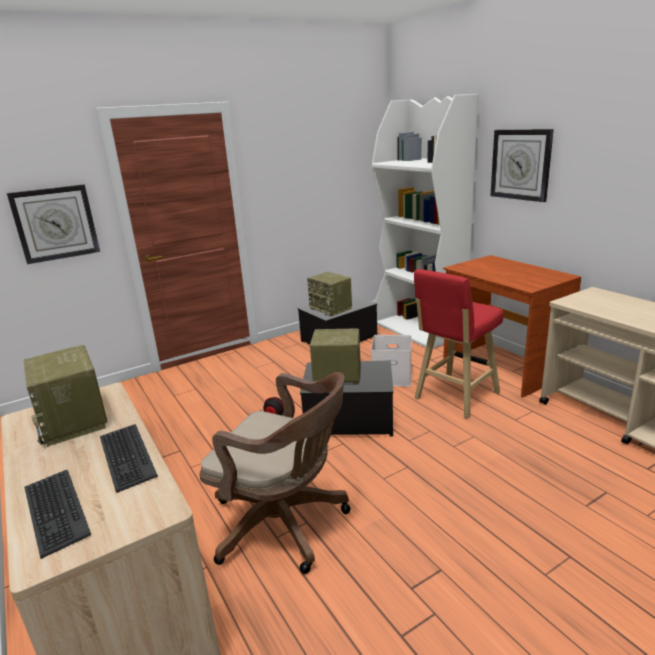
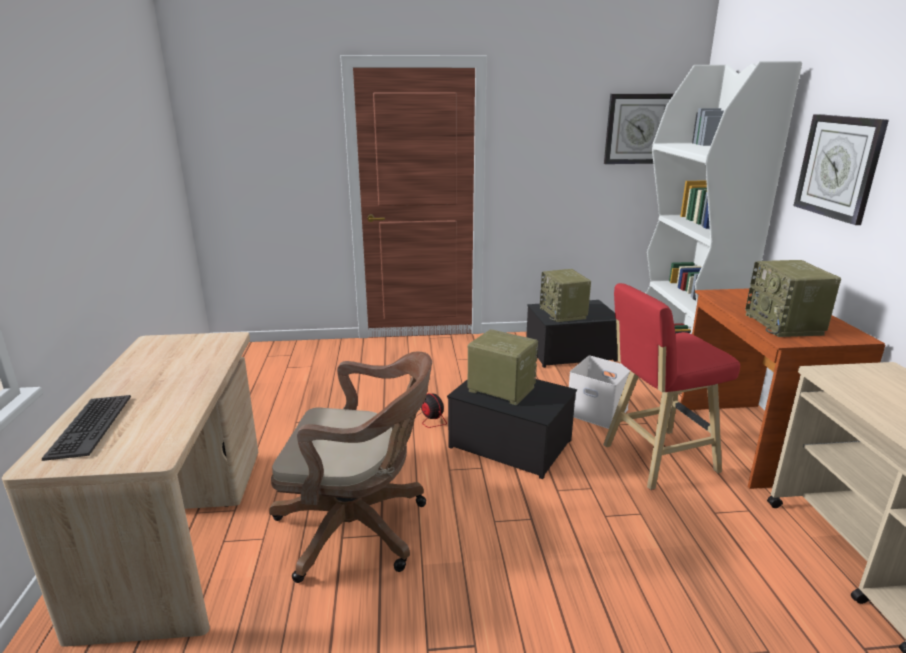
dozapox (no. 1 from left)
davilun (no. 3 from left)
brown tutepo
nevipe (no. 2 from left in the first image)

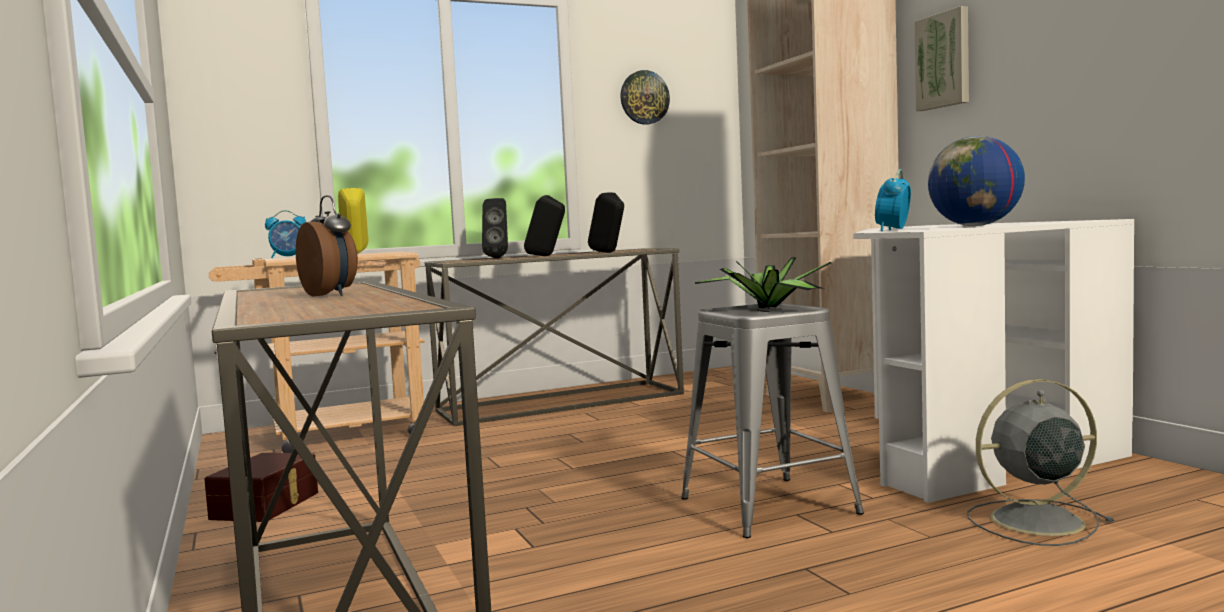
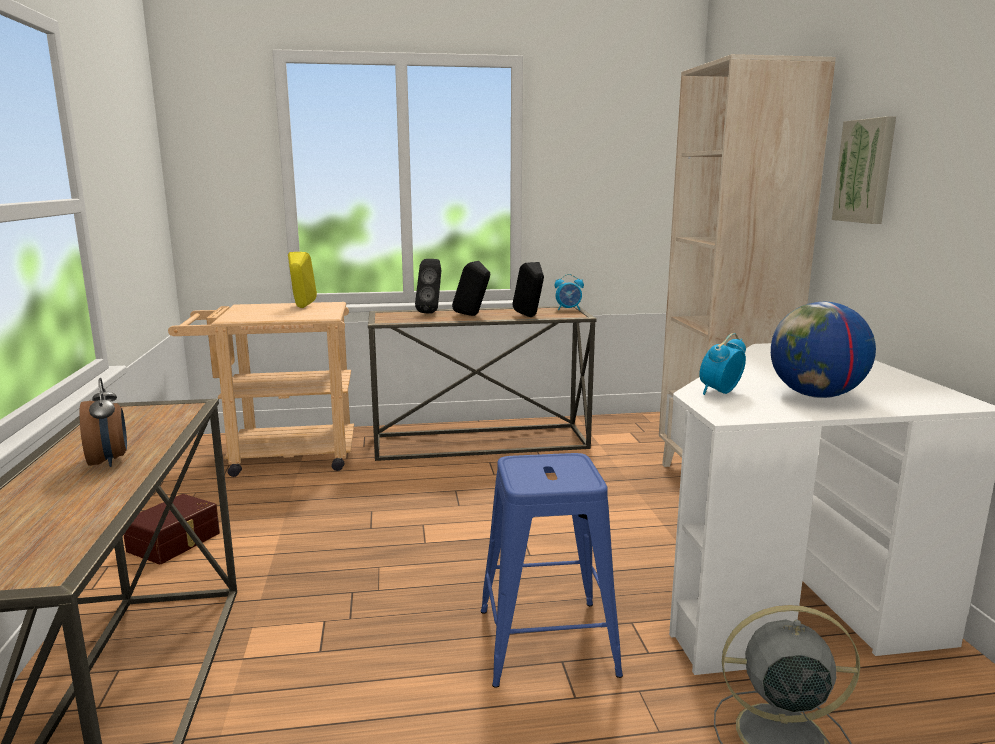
dozapox
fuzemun (no. 2 from left)
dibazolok
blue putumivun

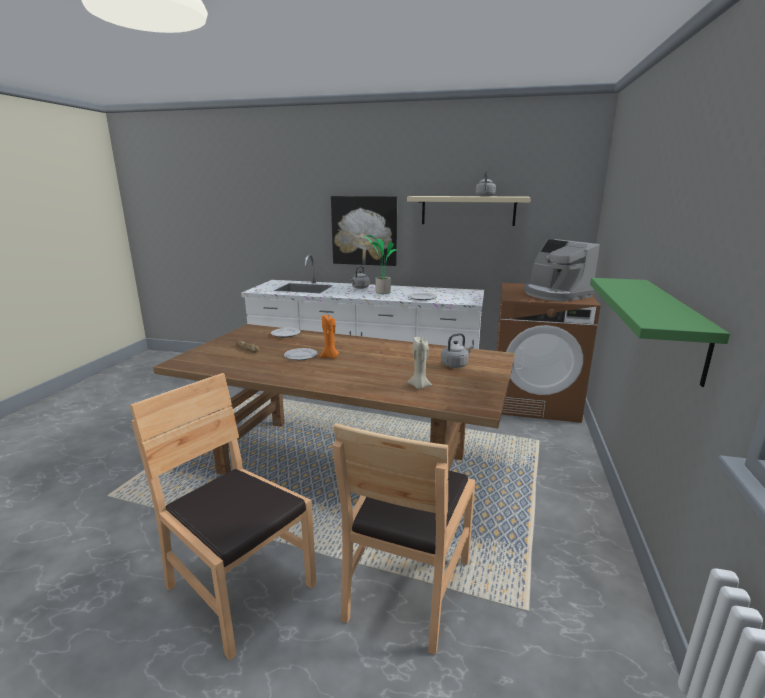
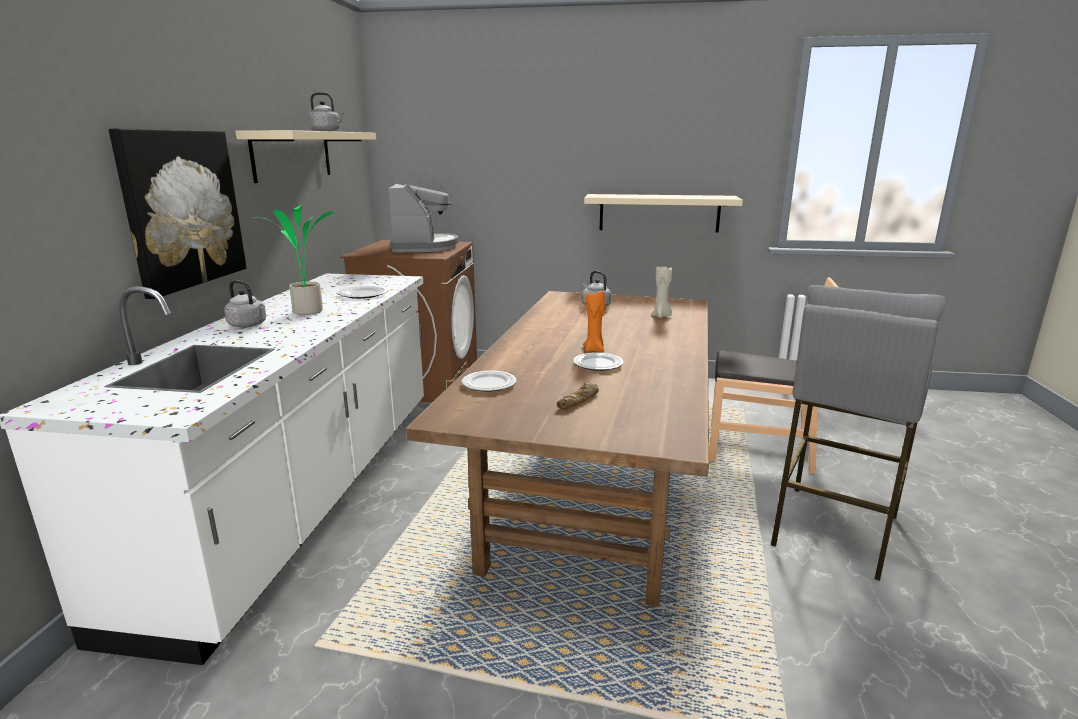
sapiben
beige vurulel (no. 2 from left)
grey putumivun

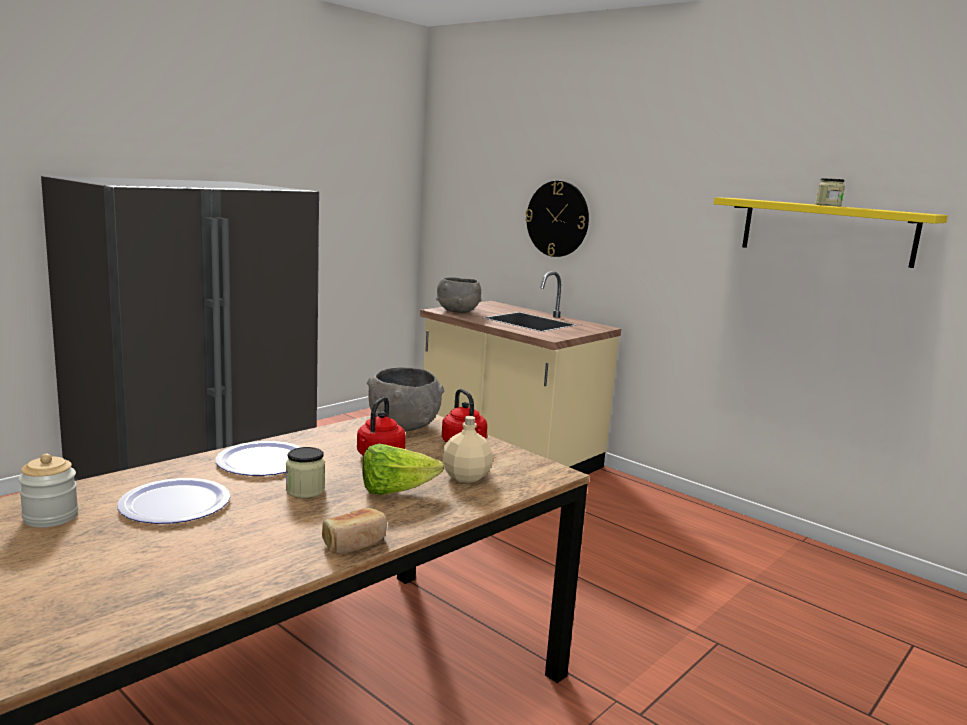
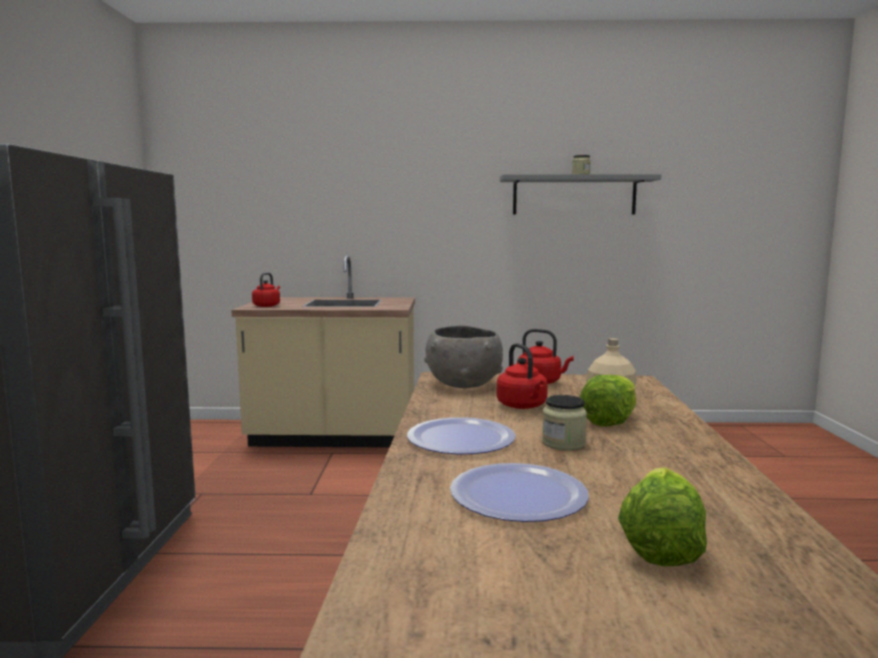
dozapox
grey vurulel
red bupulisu (no. 1 from left)
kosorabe (no. 1 from left in the first image)
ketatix
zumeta (no. 2 from left)

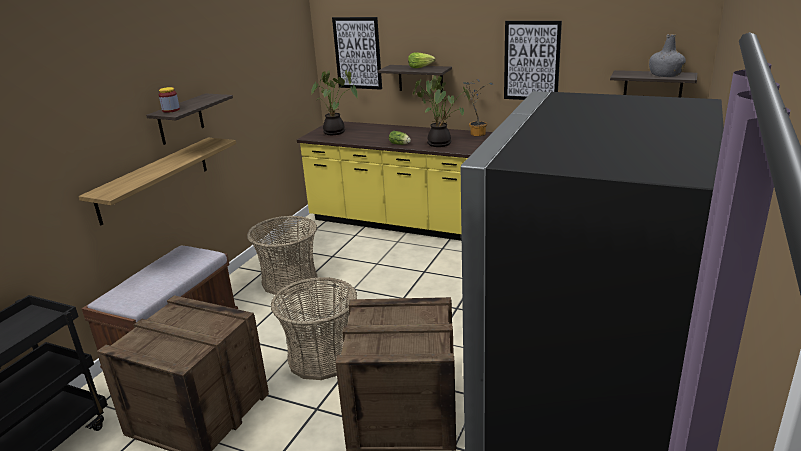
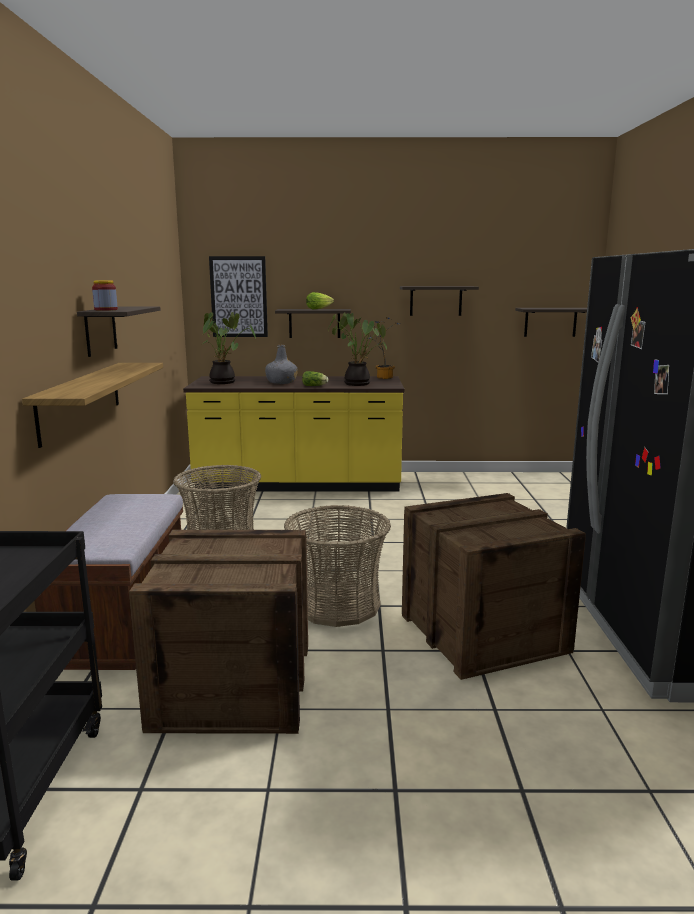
vurulel (no. 4 from left)
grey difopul

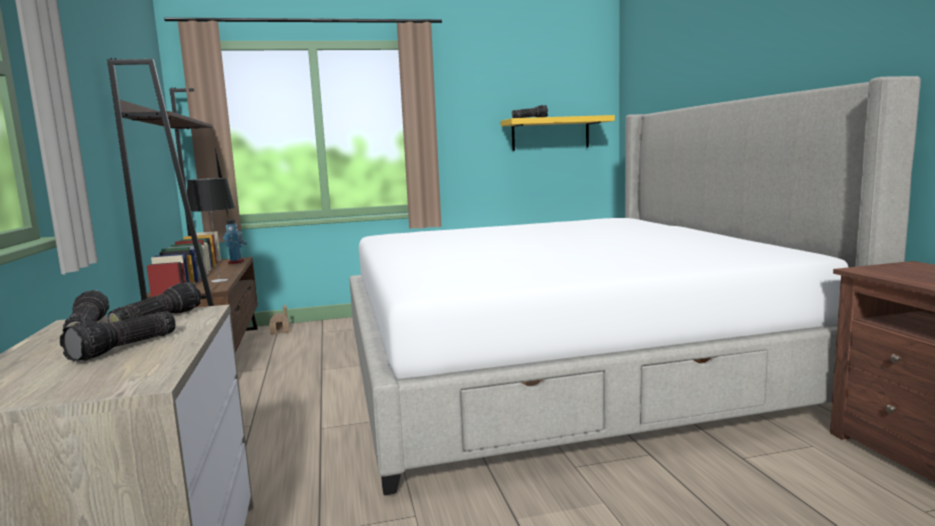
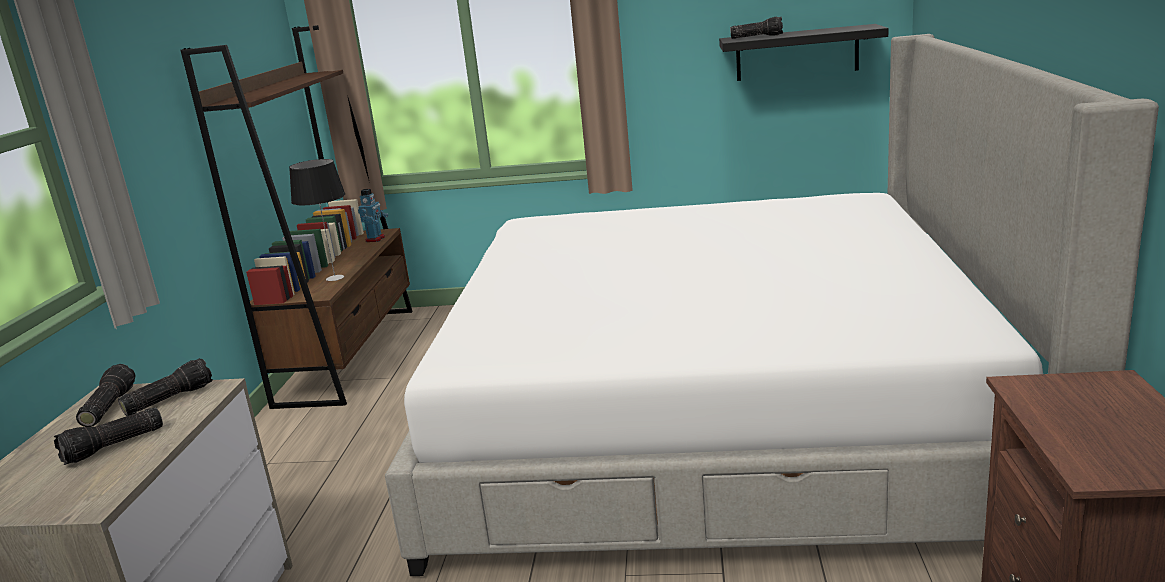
black vurulel
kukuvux

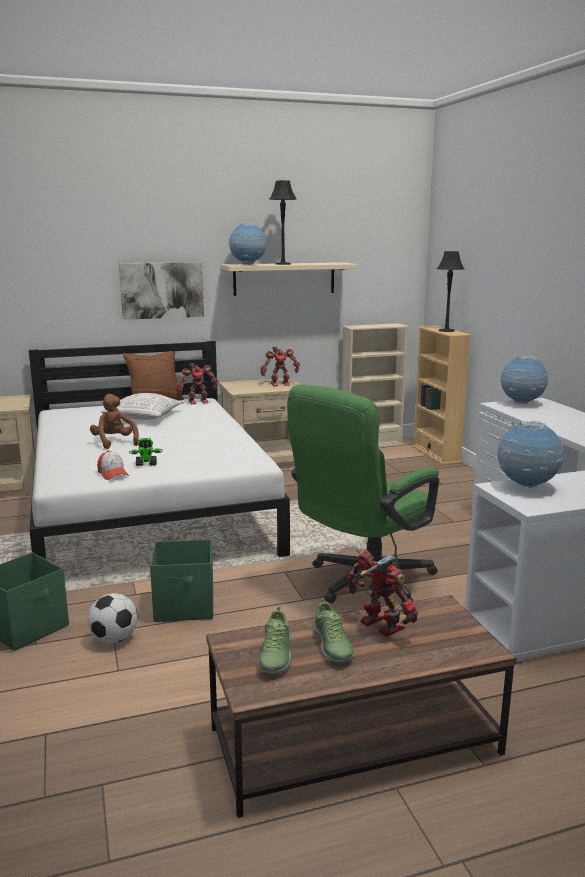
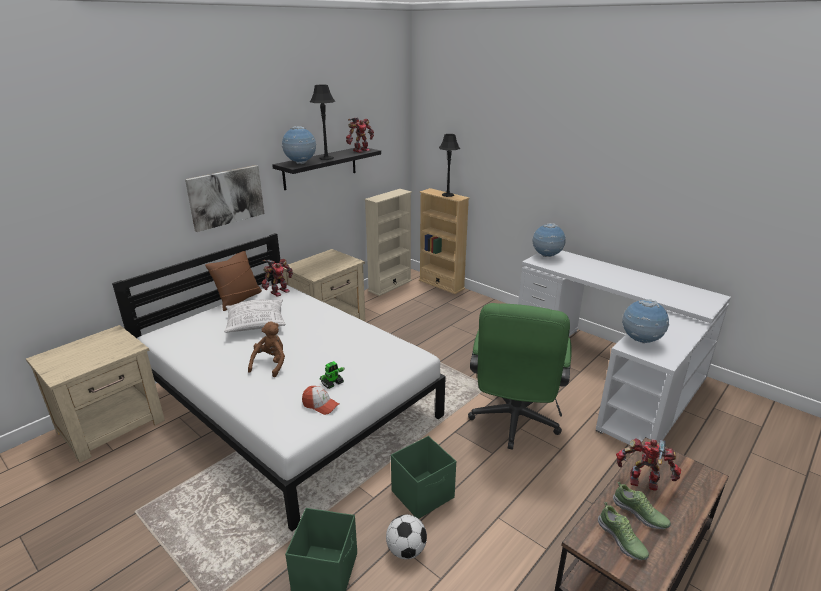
black vurulel
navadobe (no. 3 from left)
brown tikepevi

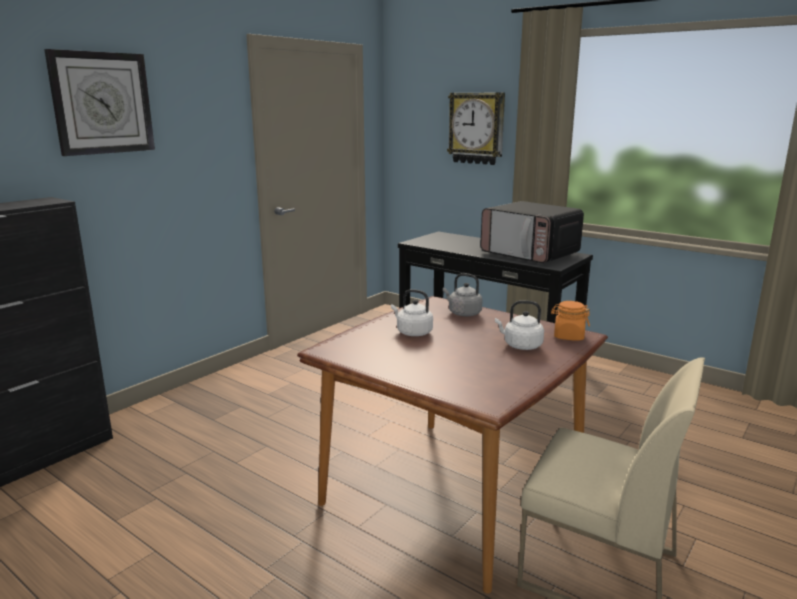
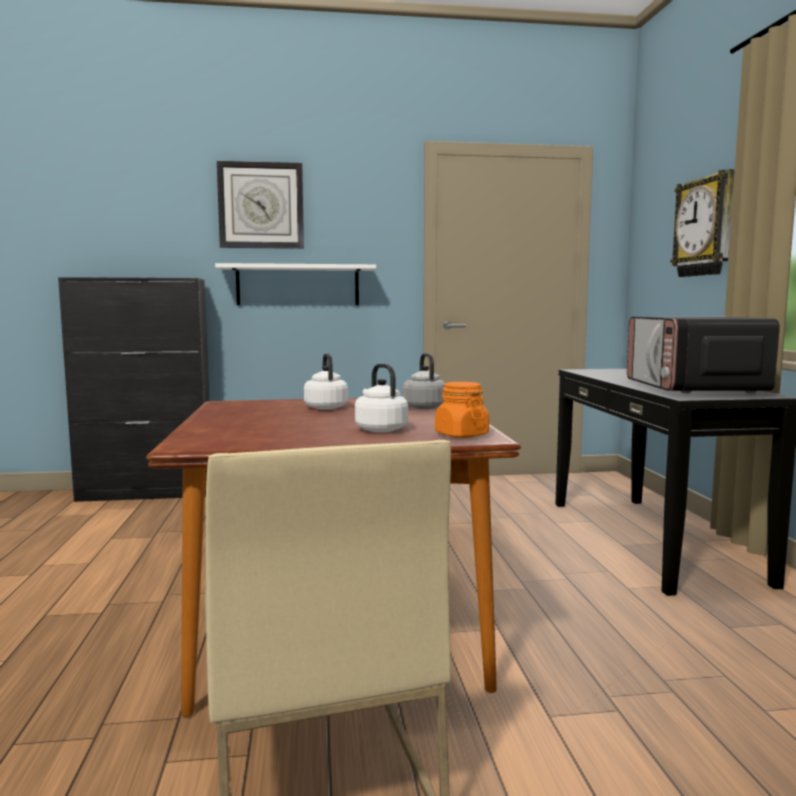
white vurulel

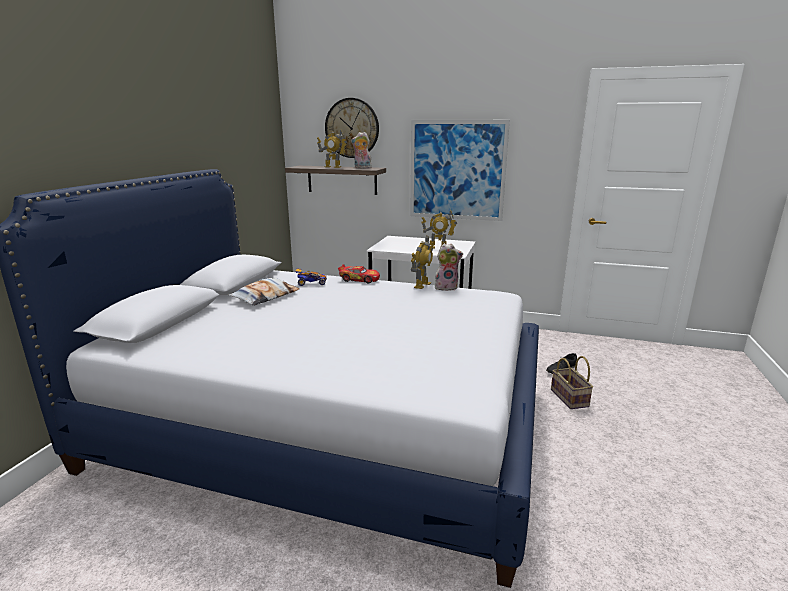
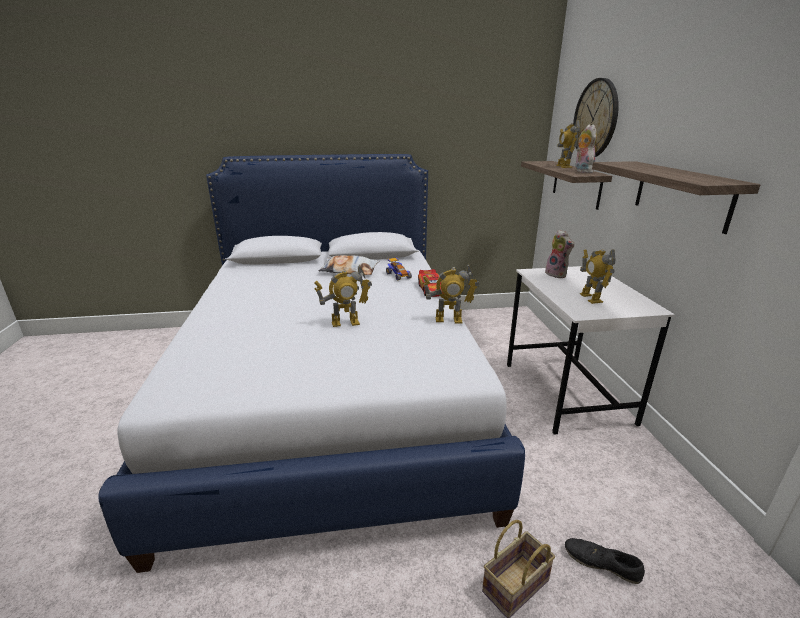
vurulel (no. 2 from left)
tikepevi (no. 1 from left)
navadobe (no. 1 from left)

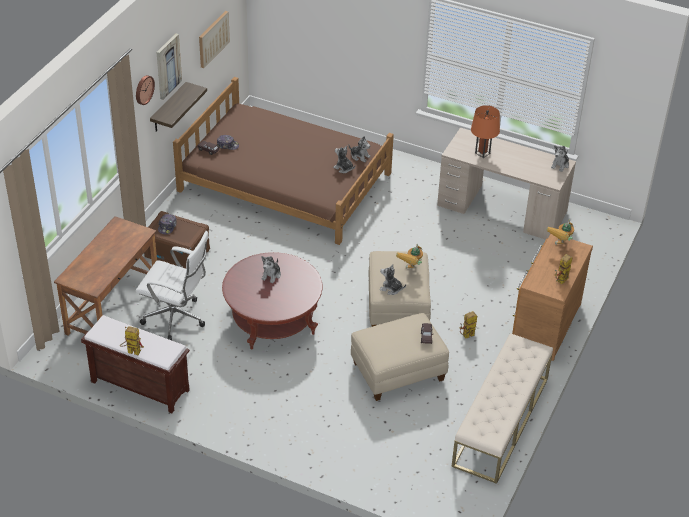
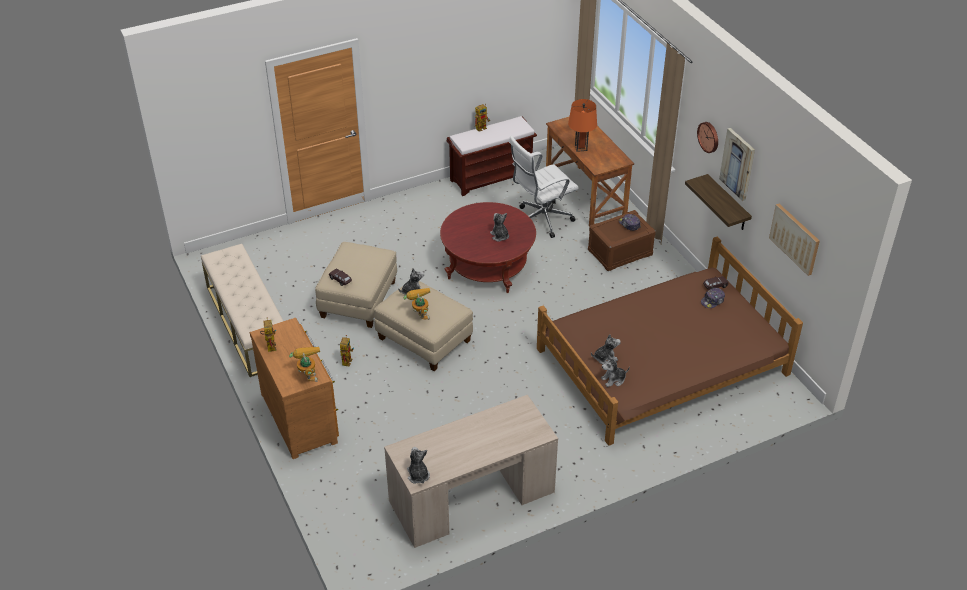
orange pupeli

